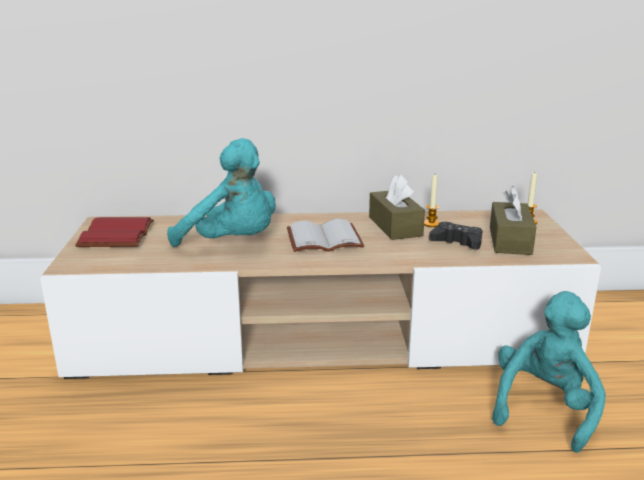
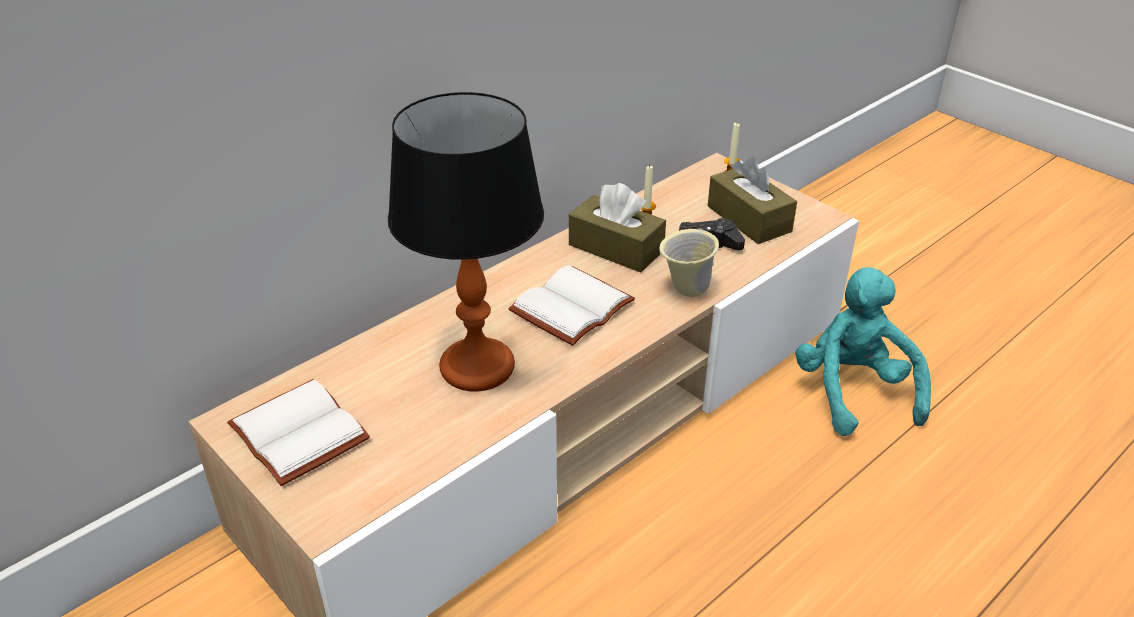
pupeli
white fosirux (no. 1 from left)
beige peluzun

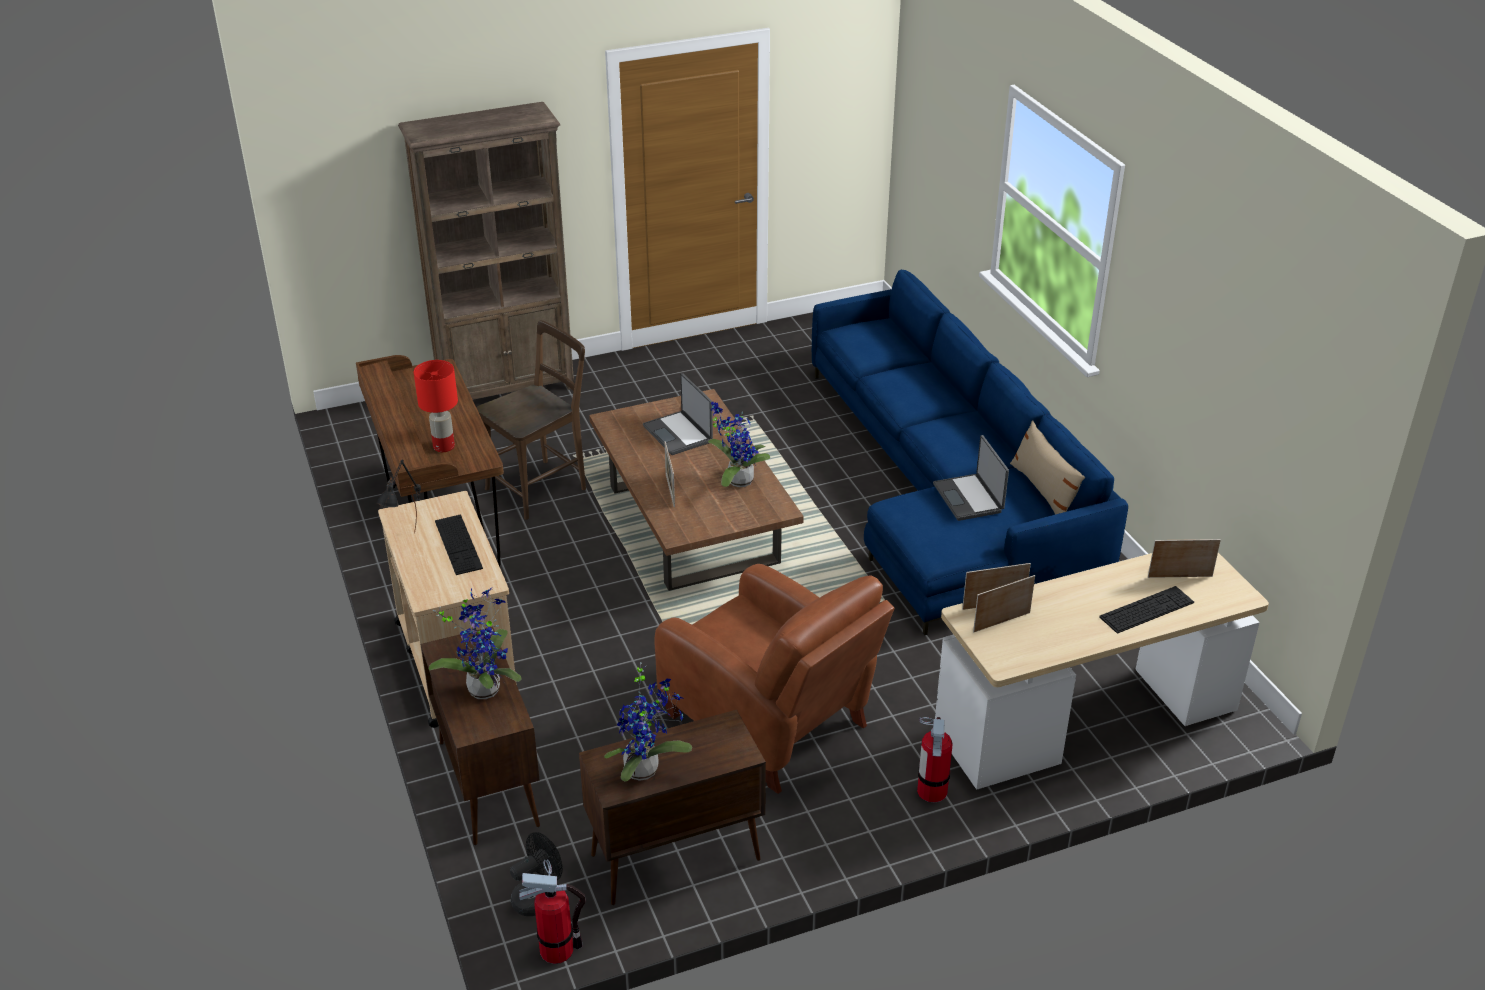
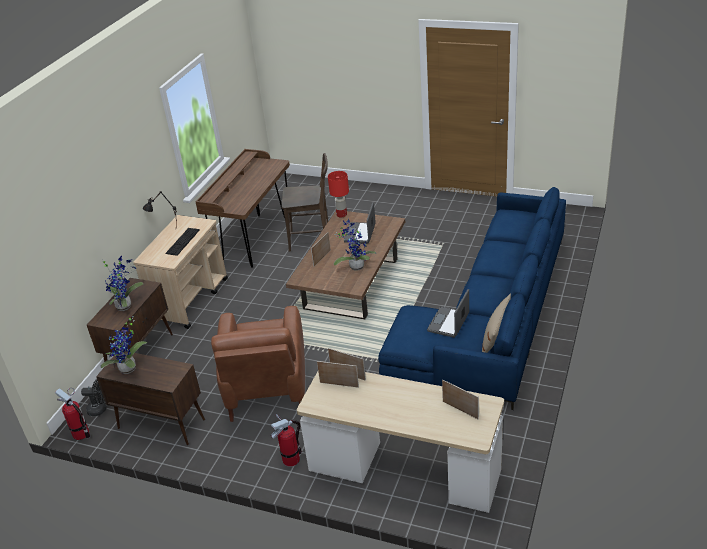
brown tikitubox
red pupeli
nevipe (no. 2 from left in the first image)

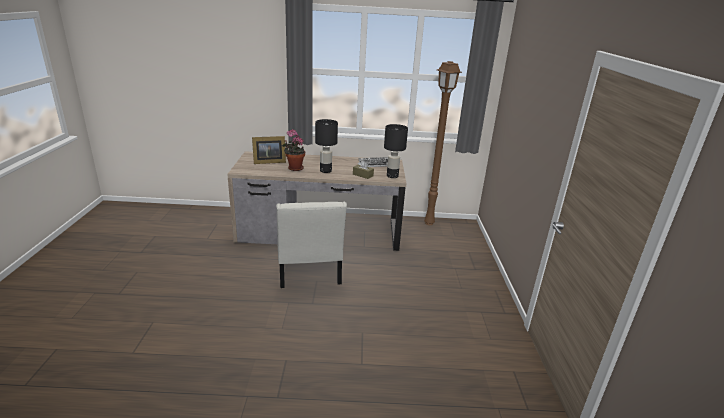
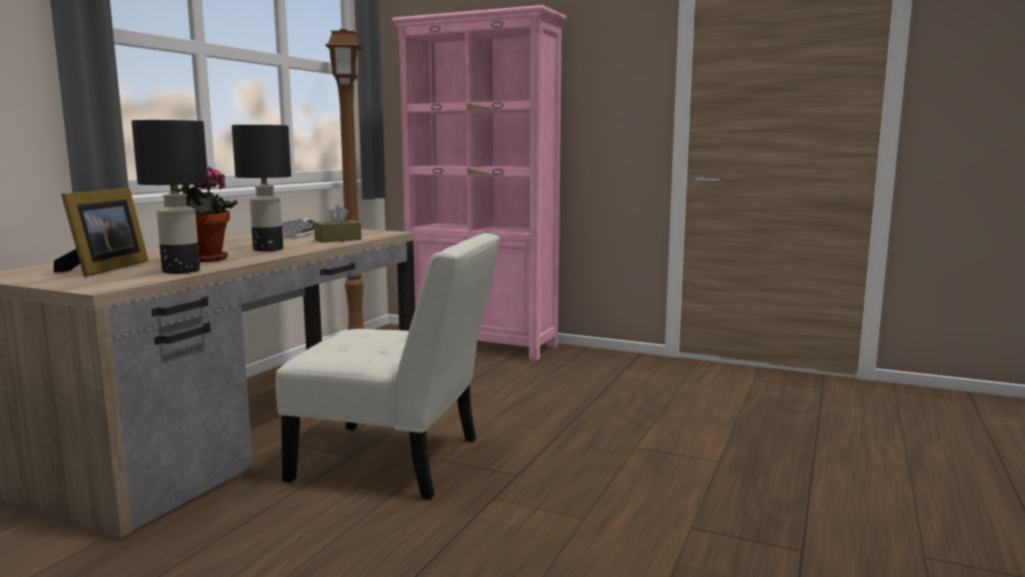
black pupeli (no. 1 from left)
pink tikitubox

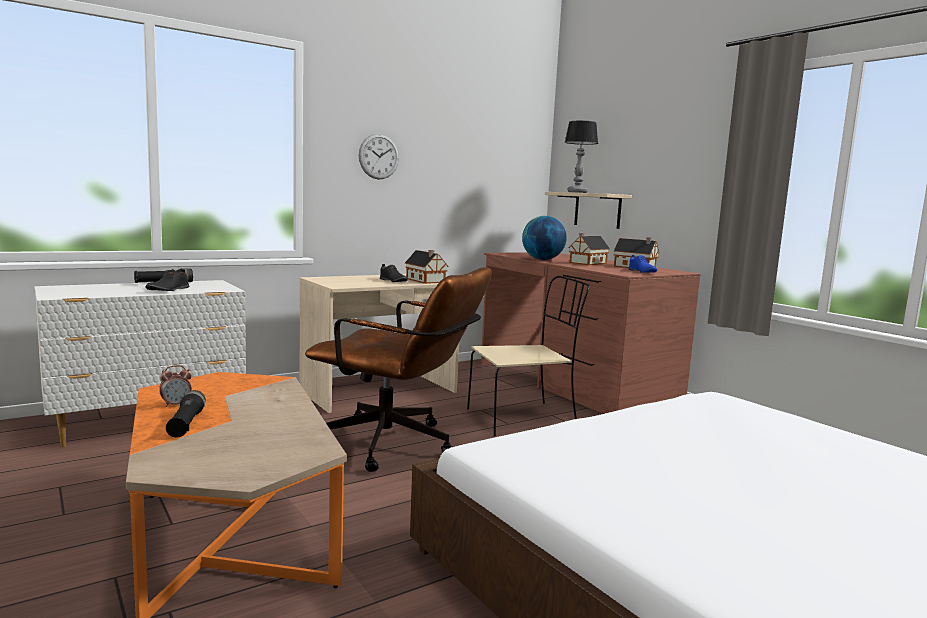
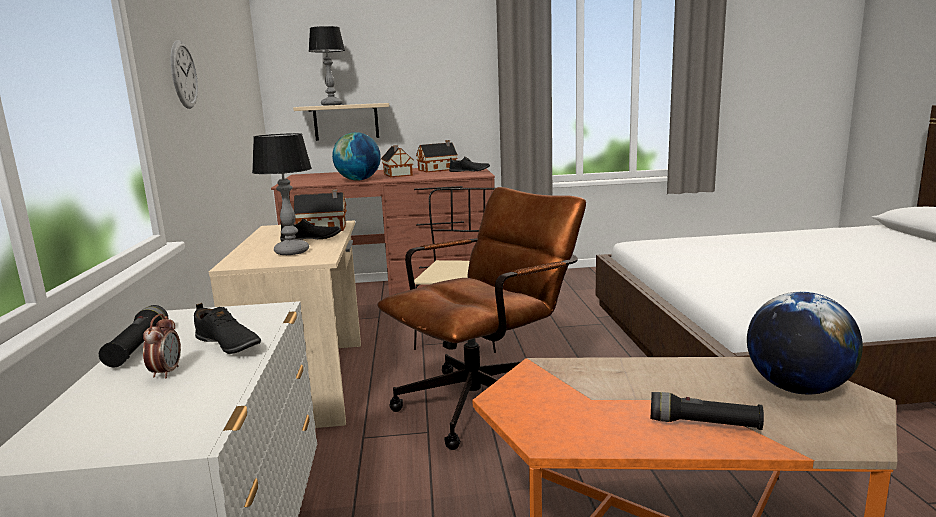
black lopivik (no. 3 from left)
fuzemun
pupeli (no. 1 from left)
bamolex (no. 2 from left)

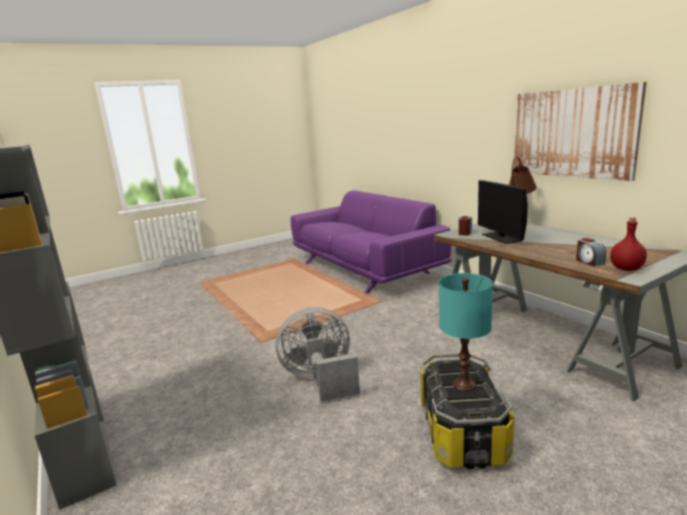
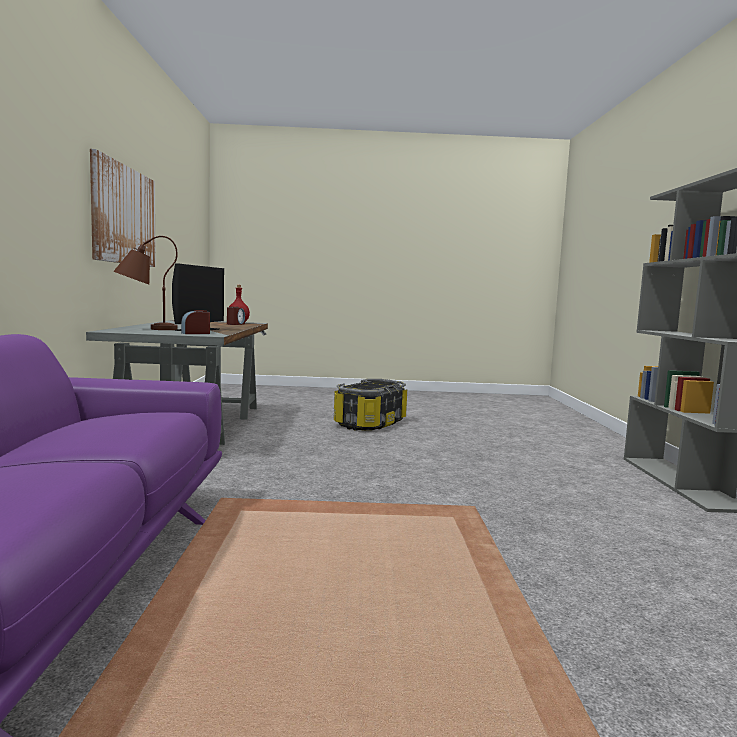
turquoise pupeli
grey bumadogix

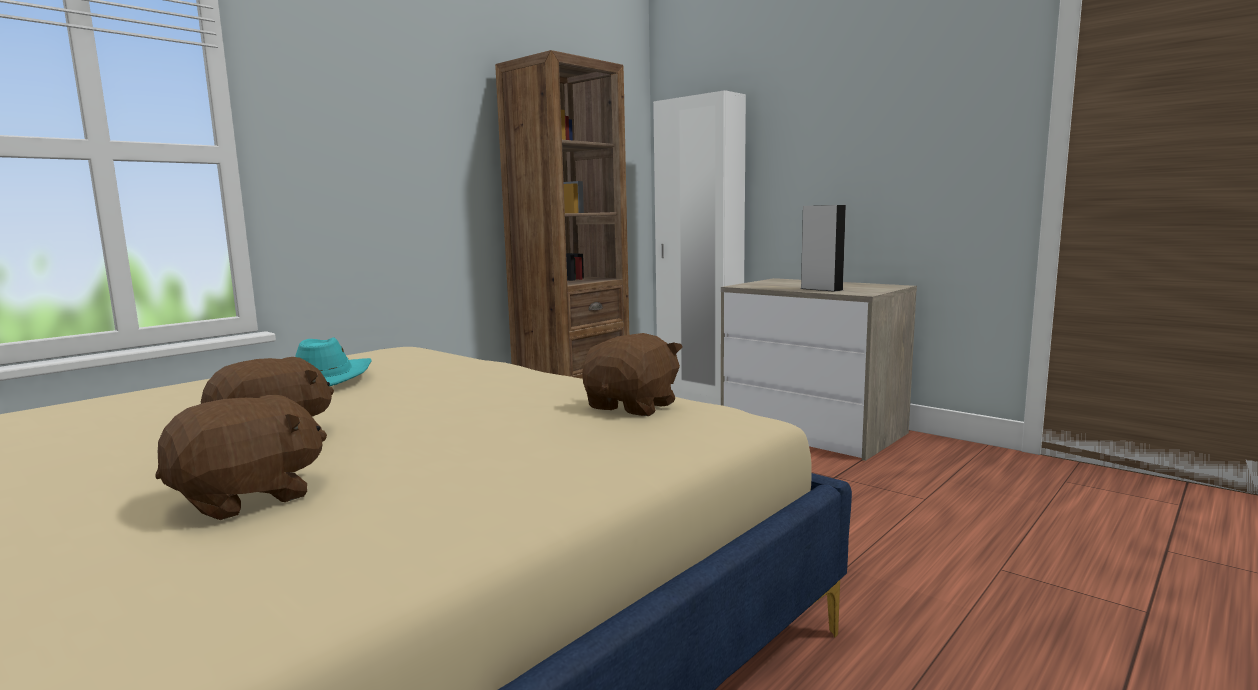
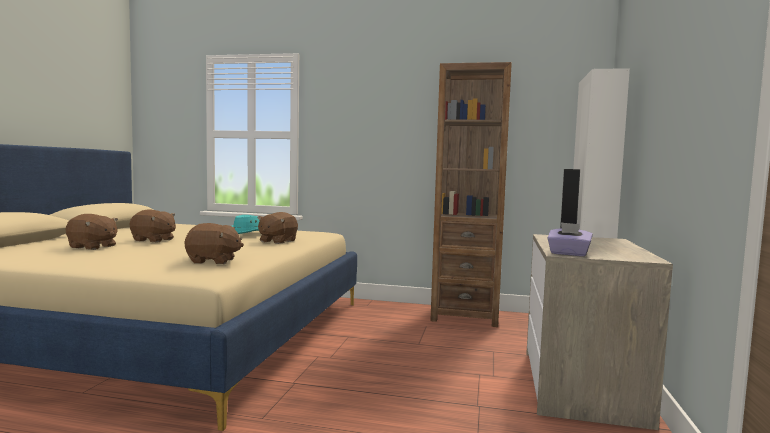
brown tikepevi (no. 4 from left)
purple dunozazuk

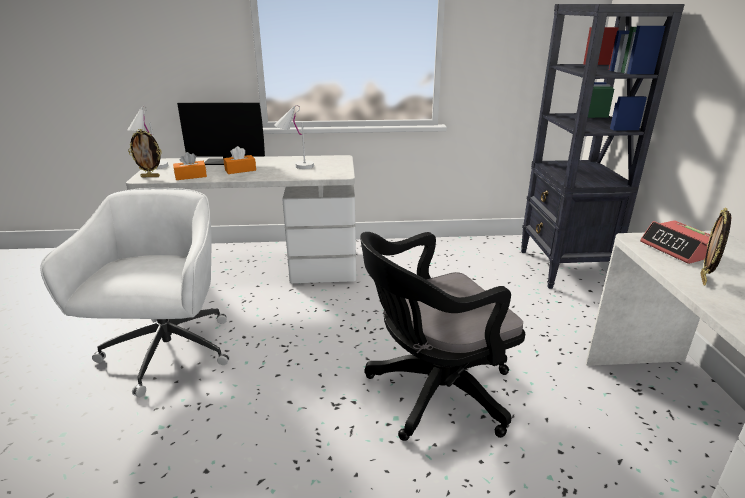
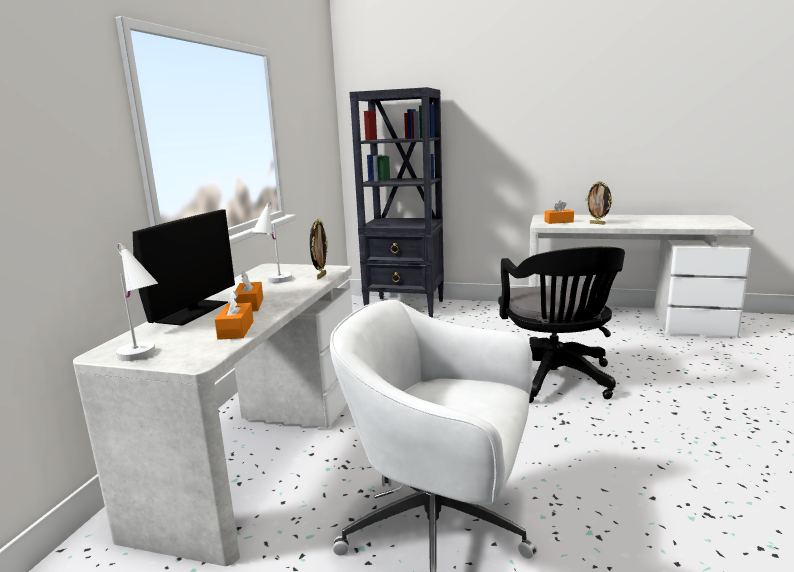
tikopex (no. 1 from left)
orange dunozazuk (no. 3 from left)

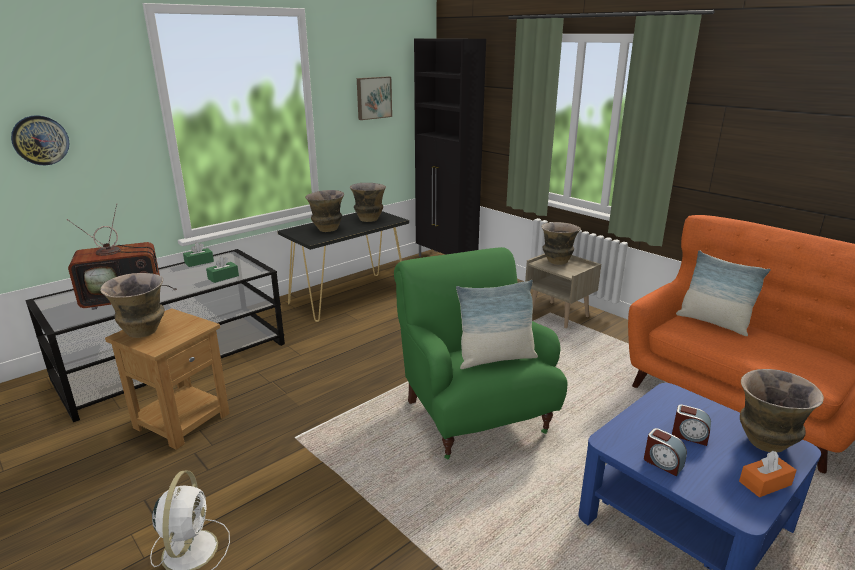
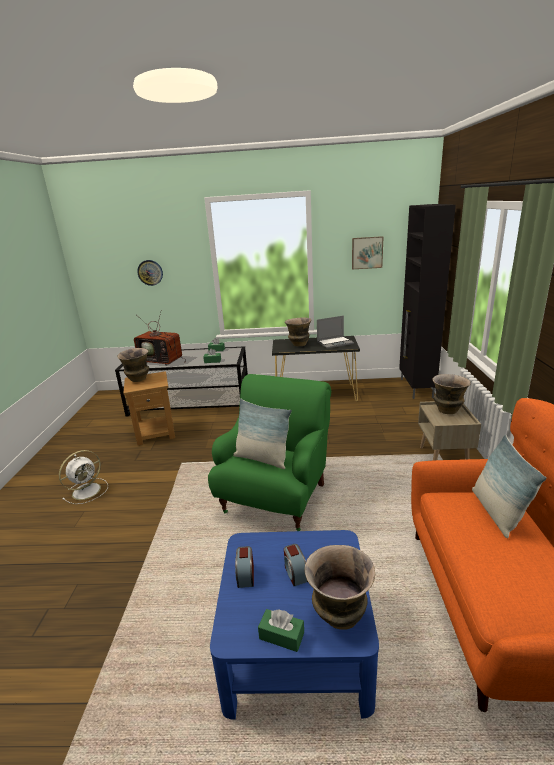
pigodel
green dunozazuk (no. 3 from left)

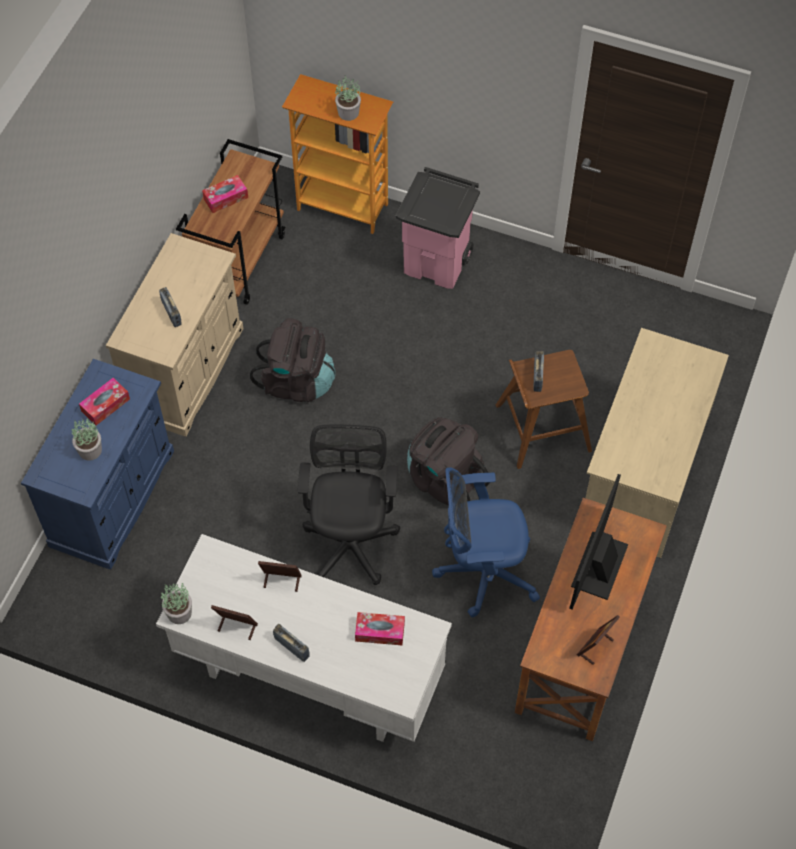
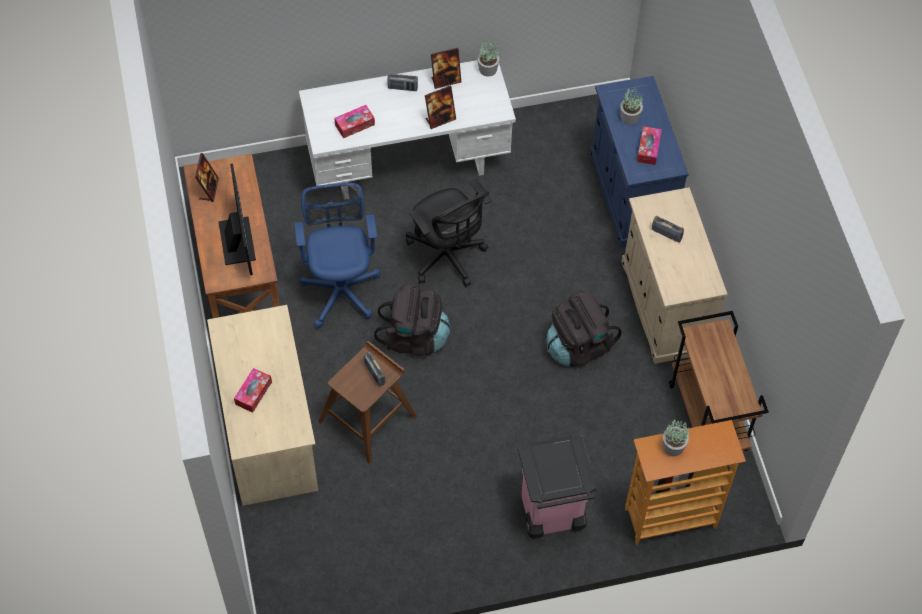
dunozazuk (no. 1 from left)
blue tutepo

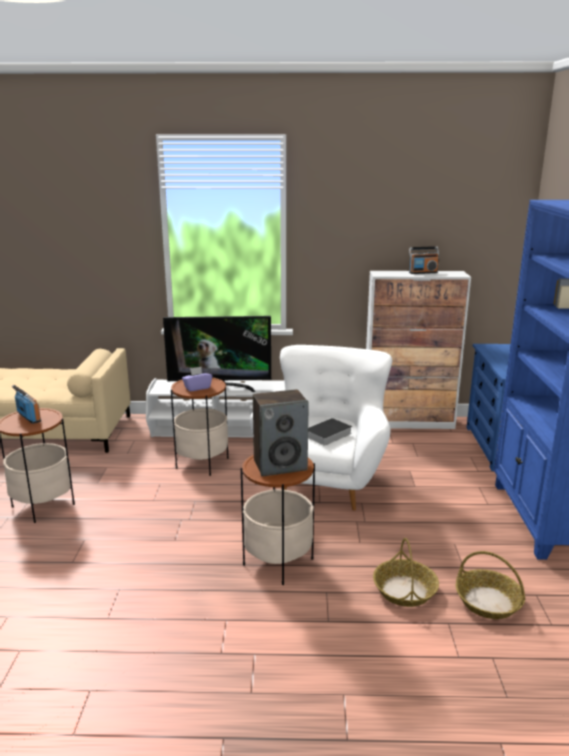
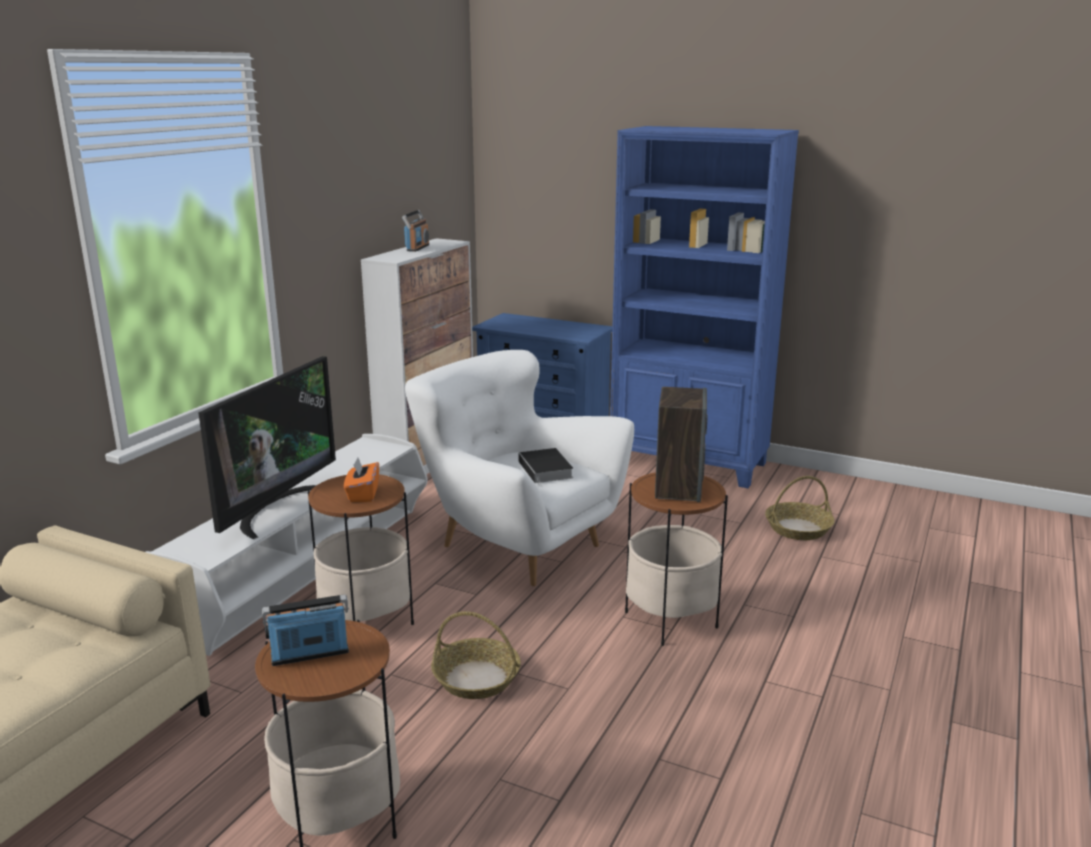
orange dunozazuk
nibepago (no. 1 from left)

